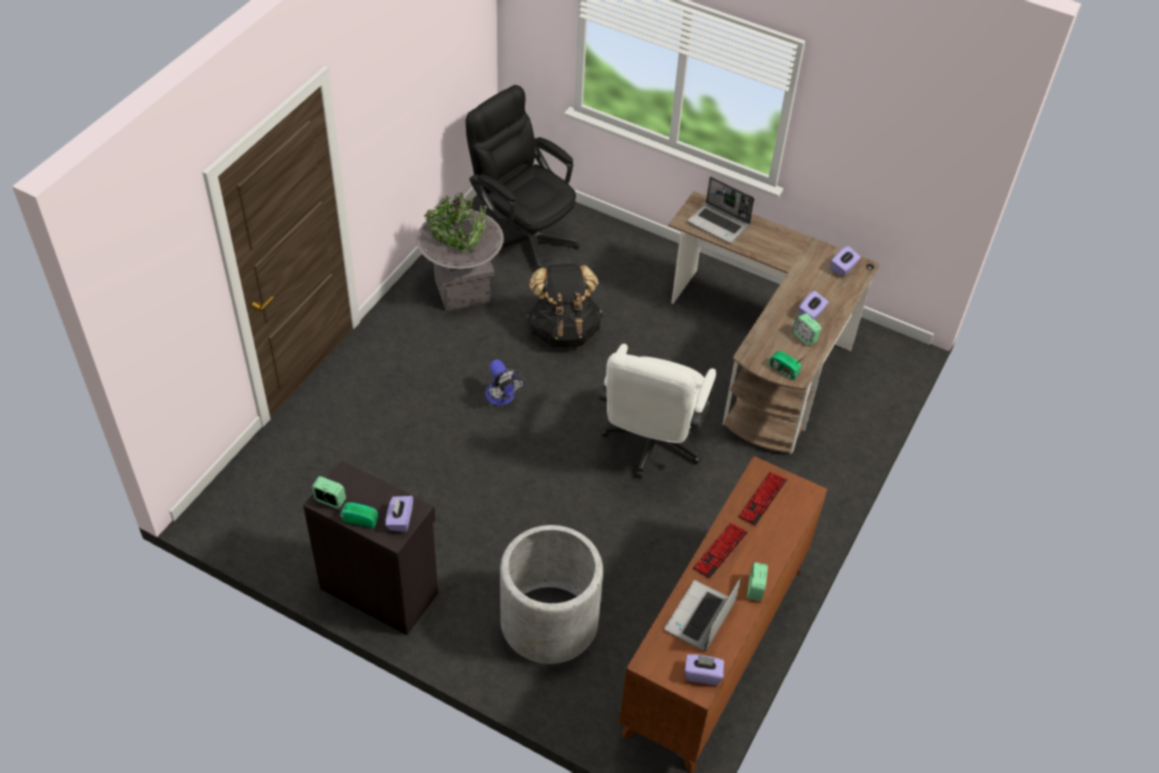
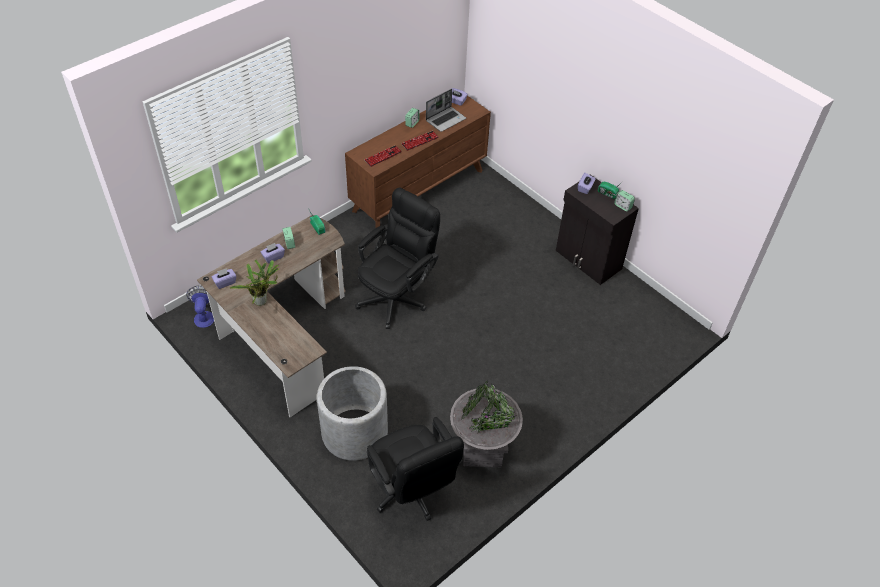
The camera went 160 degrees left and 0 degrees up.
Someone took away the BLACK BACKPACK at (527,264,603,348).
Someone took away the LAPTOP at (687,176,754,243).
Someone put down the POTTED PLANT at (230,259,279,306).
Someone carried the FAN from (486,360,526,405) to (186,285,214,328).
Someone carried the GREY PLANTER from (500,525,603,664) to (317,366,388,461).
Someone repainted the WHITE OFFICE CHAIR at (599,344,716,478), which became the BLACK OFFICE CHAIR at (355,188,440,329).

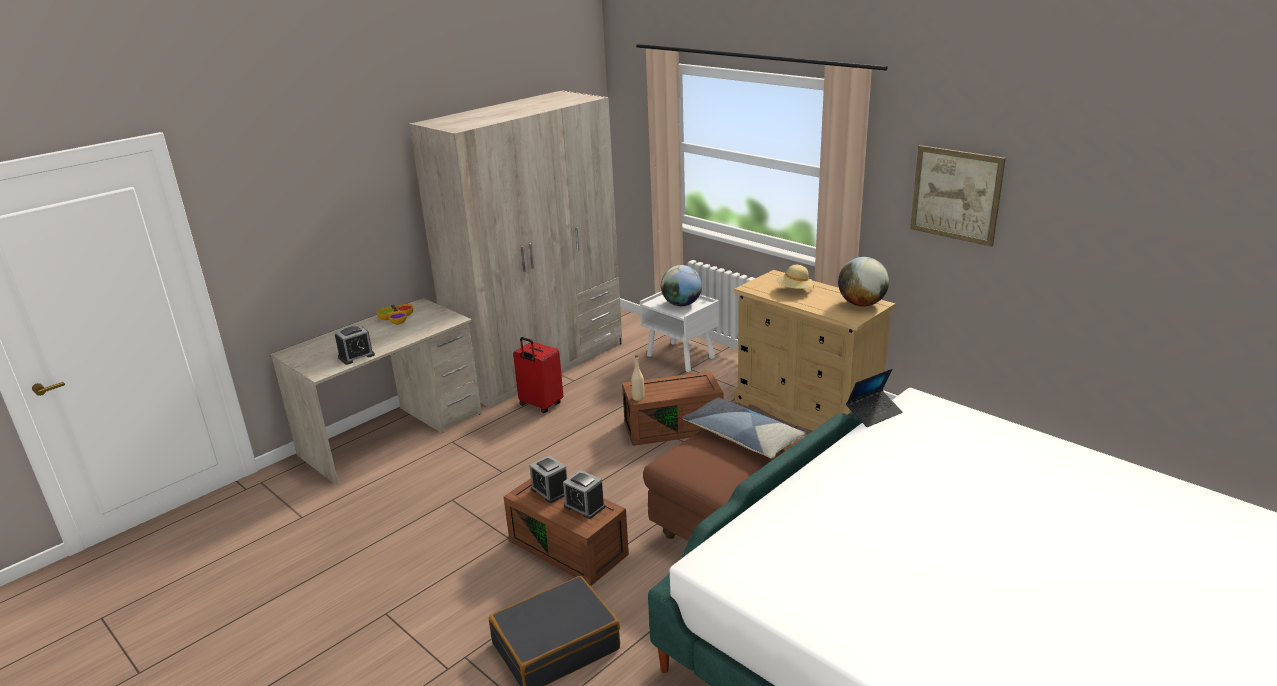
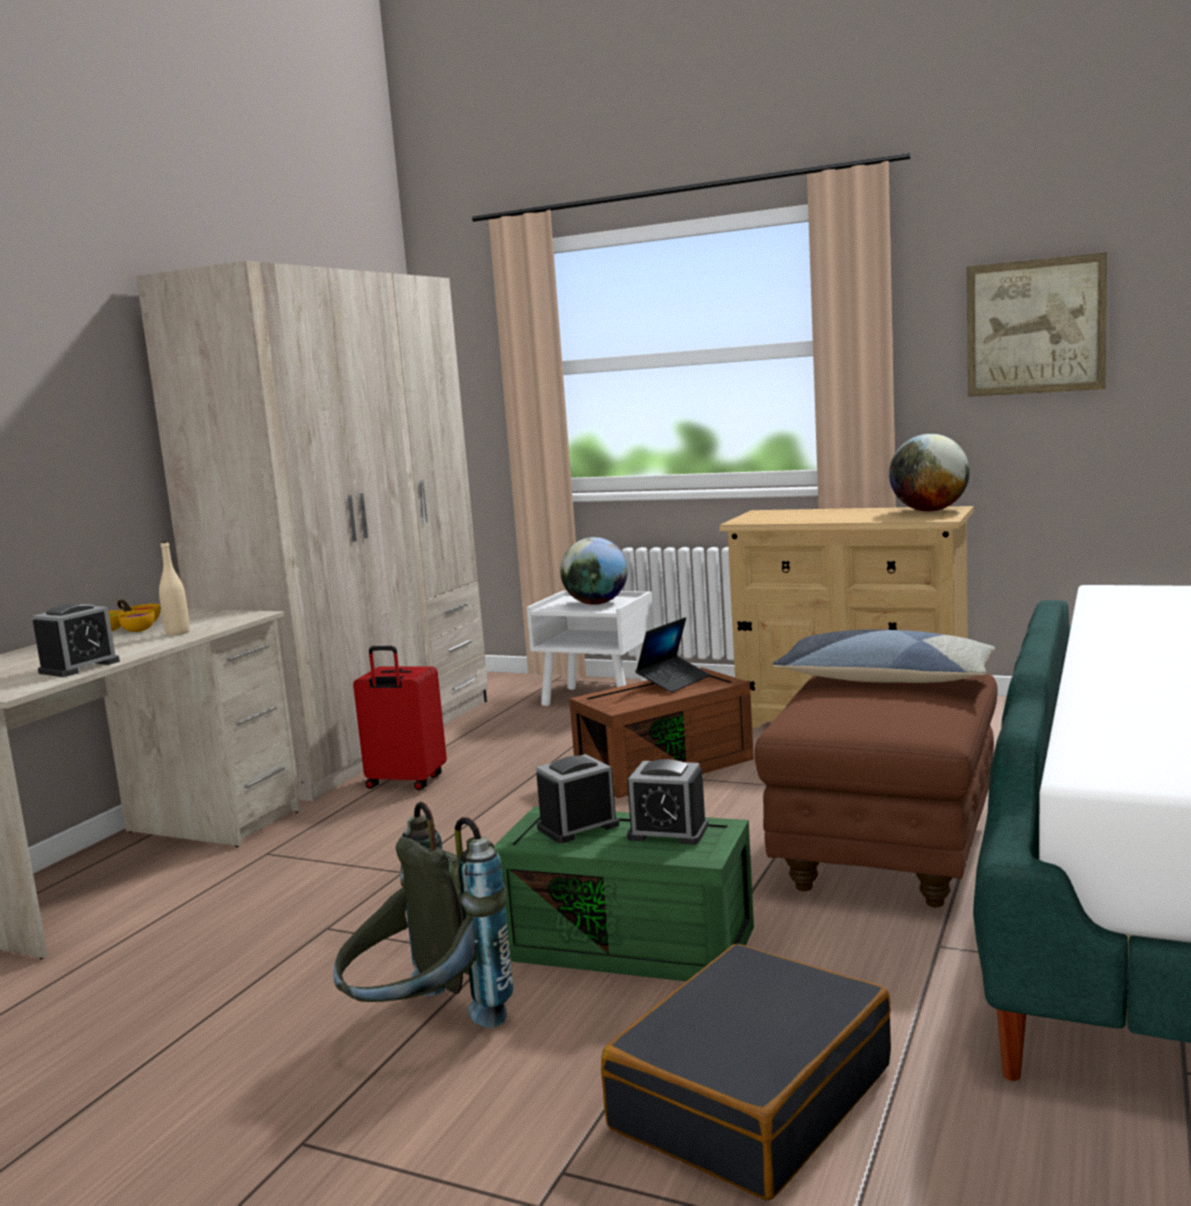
The camera went 20 degrees left and 15 degrees down.
Someone took away the BEIGE HAT at (776,265,814,289).
Someone put down the GREY BACKPACK at (334,802,513,1028).
Someone carried the BEIGE BOTTLE from (631,355,644,401) to (159,541,190,636).
Someone carried the LAPTOP from (846,369,902,427) to (635,617,710,693).
Someone repainted the BROWN STORAGE BOX at (503,478,629,586), which became the GREEN STORAGE BOX at (494,806,754,981).
Someone rotated the ALARM CLOCK at (529,455,567,503) by 120 degrees clockwise.

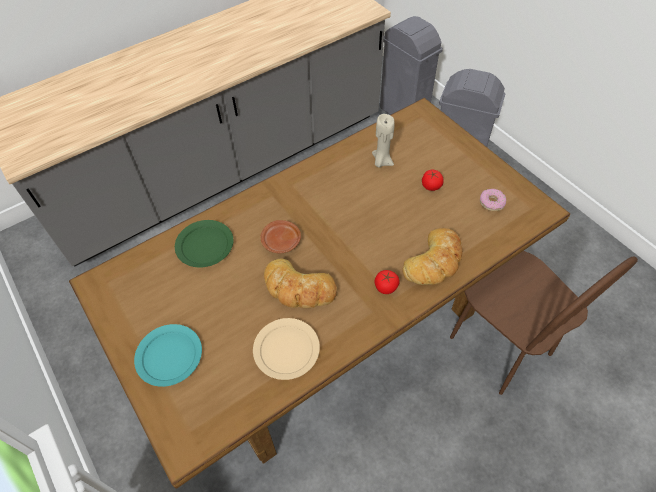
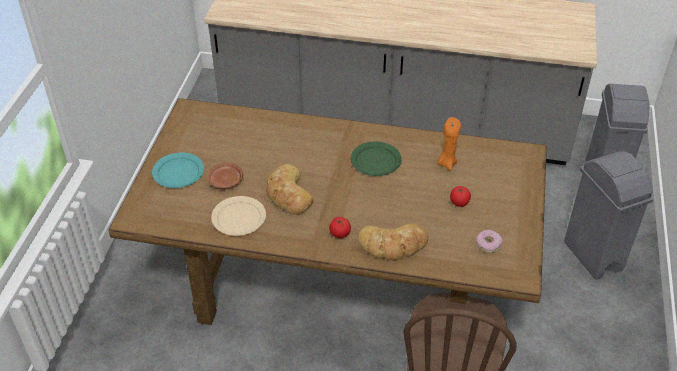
The camera went 45 degrees right and 10 degrees down.
Someone carried the GREEN PLATE from (175,220,234,267) to (351,141,402,176).
Someone carried the BROWN PLATE from (261,220,301,254) to (207,163,243,188).
Someone repainted the BEIGE CANDLE at (372,114,394,168), which became the ORANGE CANDLE at (437,117,461,171).

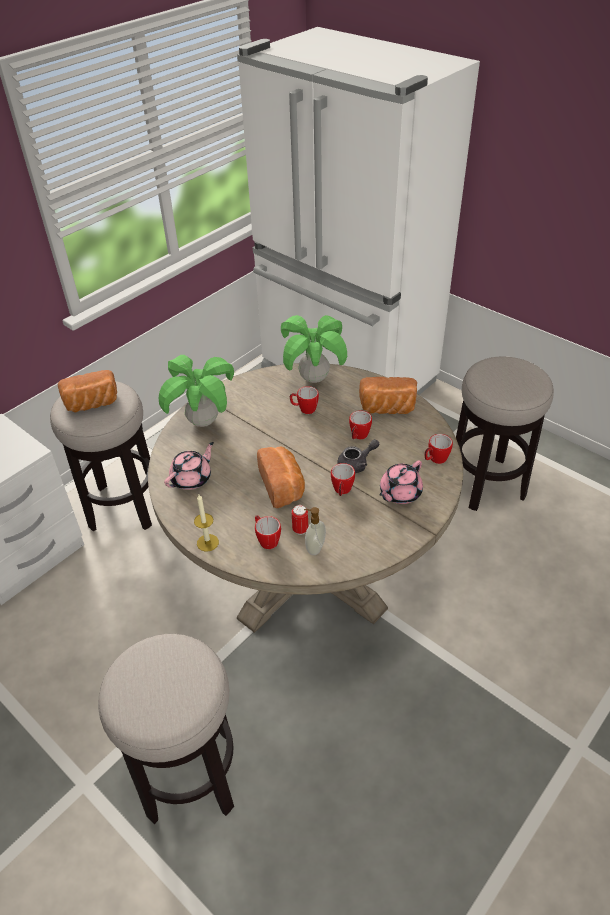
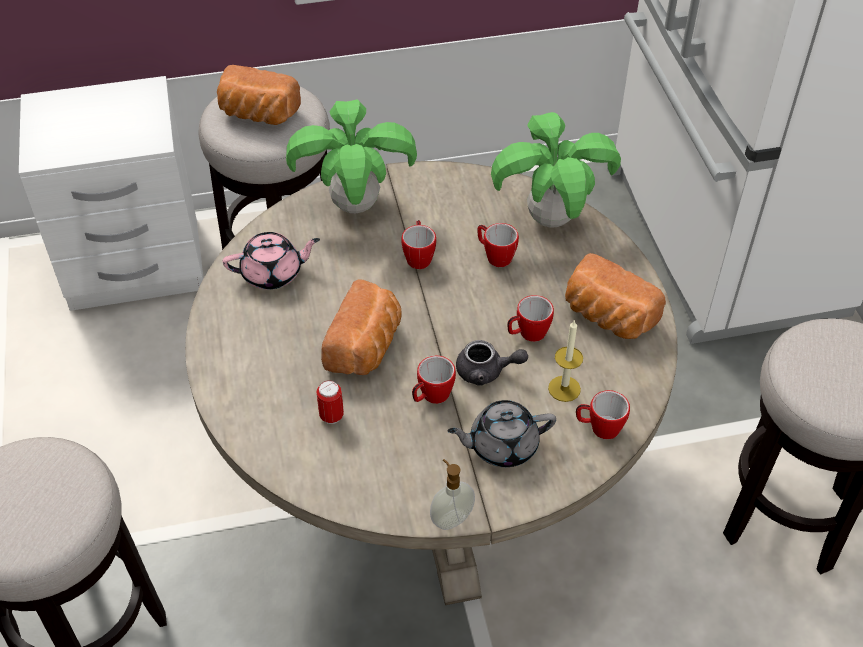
The camera went 35 degrees right and 5 degrees up.
Someone carried the CANDLE from (194,495,219,552) to (548,320,583,402).
Someone carried the MUG from (255,515,281,549) to (401,220,436,269).
Someone carried the SOAP DISPENSER from (304,507,326,555) to (430,459,475,530).
Someone repainted the PINK TEAPOT at (379,460,423,504), which became the GREY TEAPOT at (447,400,556,467).

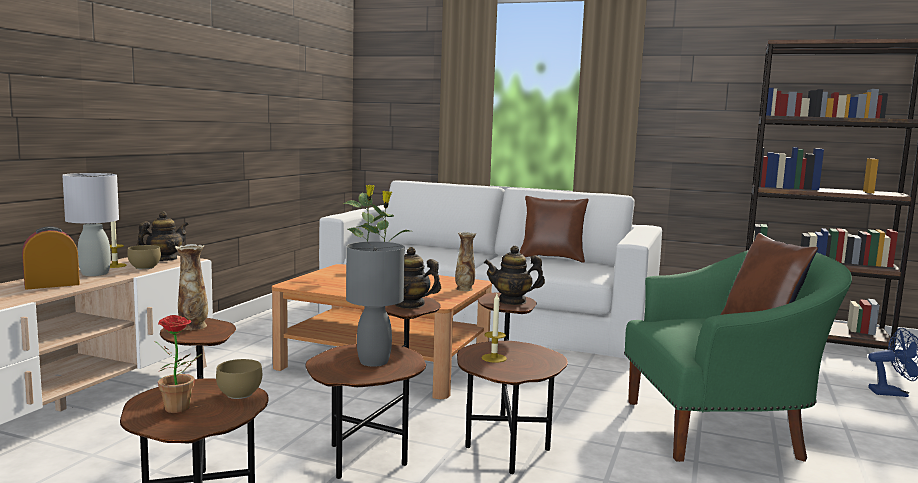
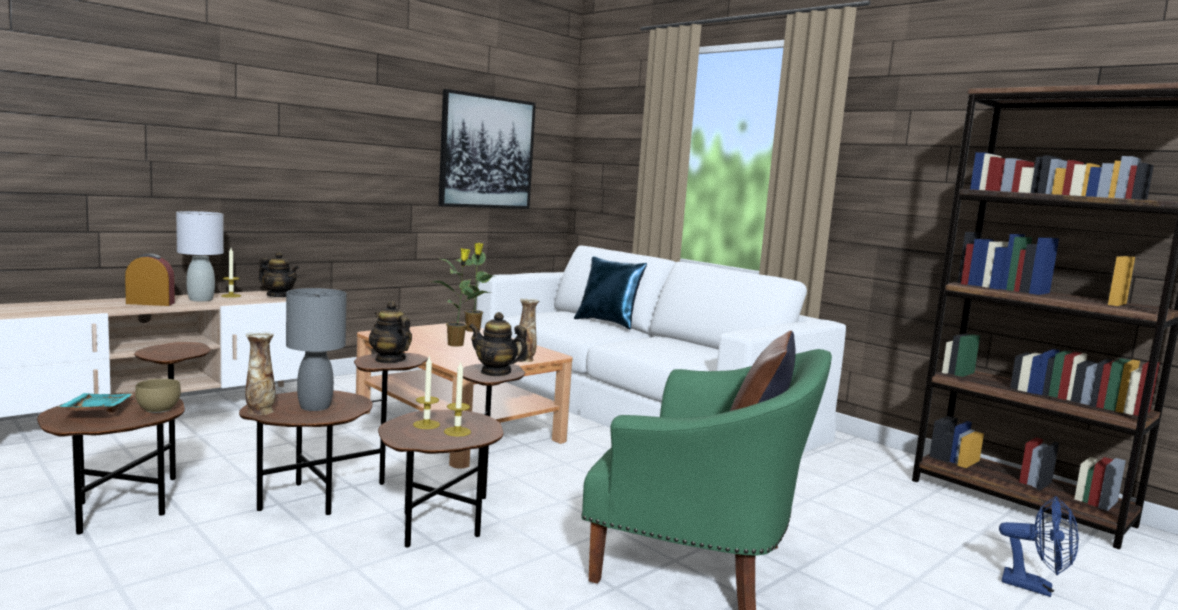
The camera went 25 degrees right and 0 degrees up.
Someone took away the BROWN BOWL at (127,245,161,270).
Someone took away the BROWN PILLOW at (519,196,589,263).
Someone put up the PICTURE at (438,89,536,209).
Someone put down the CANDLE at (444,361,471,437).
Someone put down the BLUE PILLOW at (574,256,647,329).
Someone carried the VASE from (175,244,208,330) to (245,332,276,415).
Someone swapped the POTTED PLANT at (153,315,202,413) for the TURQUOISE TRAY at (58,393,133,413).
Someone rotated the TEAPOT at (137,211,188,261) by 45 degrees clockwise.

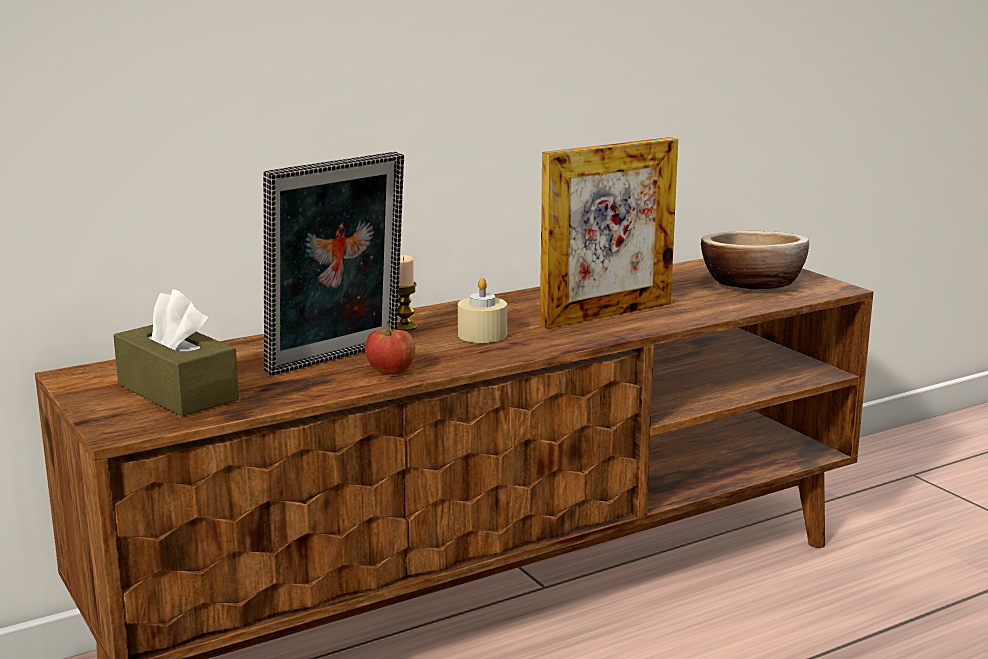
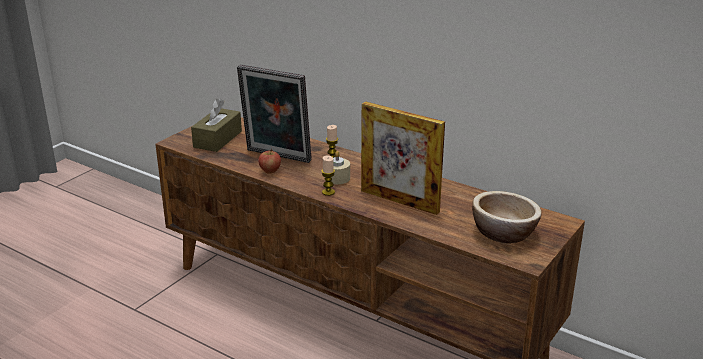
The camera went 65 degrees right and 10 degrees up.
Someone put down the CANDLE at (321,155,335,196).

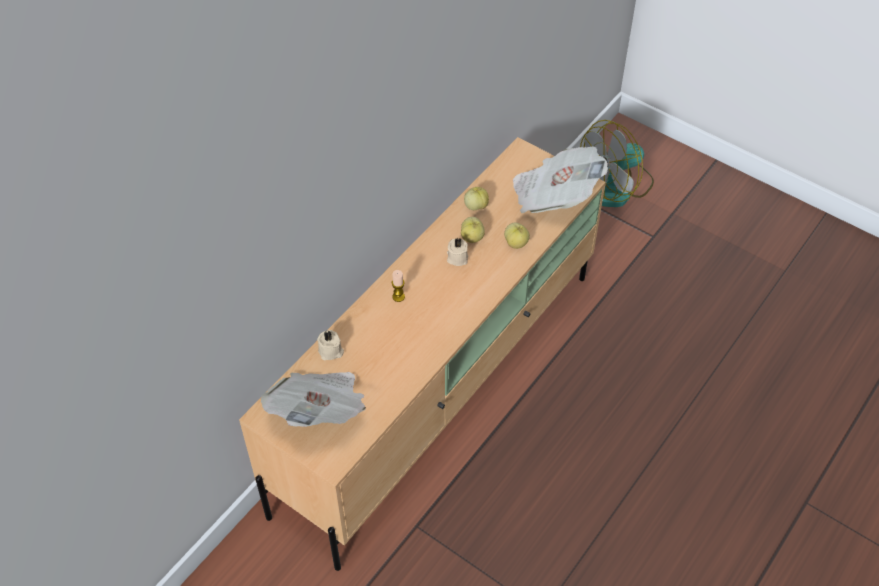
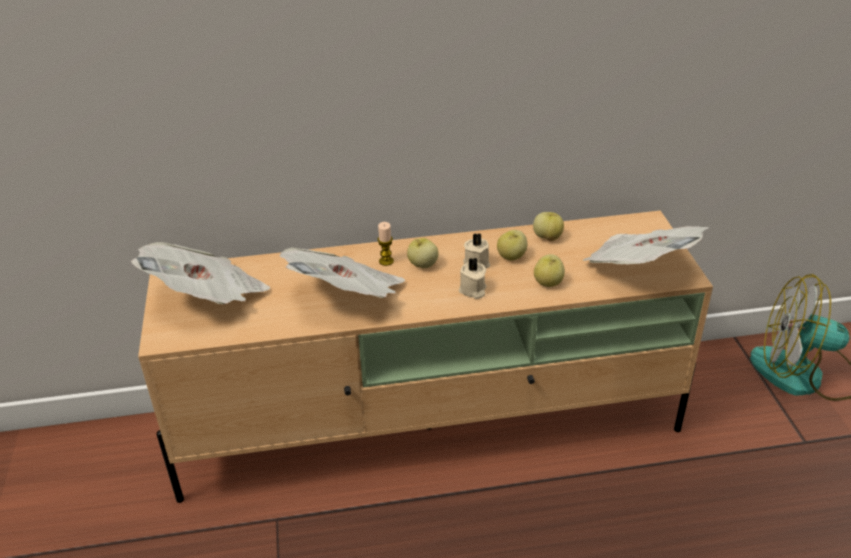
The camera went 45 degrees right and 15 degrees down.
Someone put down the NEWSPAPER at (280,248,405,298).
Someone put down the APPLE at (407,238,438,268).
Someone carried the BEIGE CANDLE from (317,330,344,360) to (459,257,487,299).

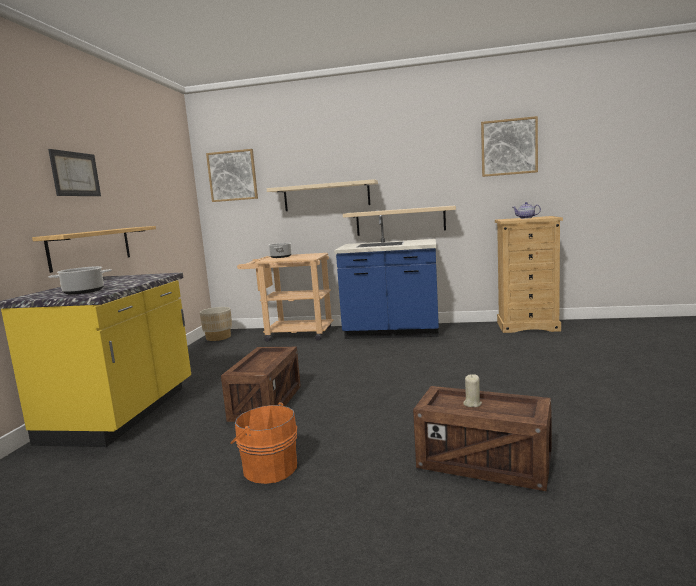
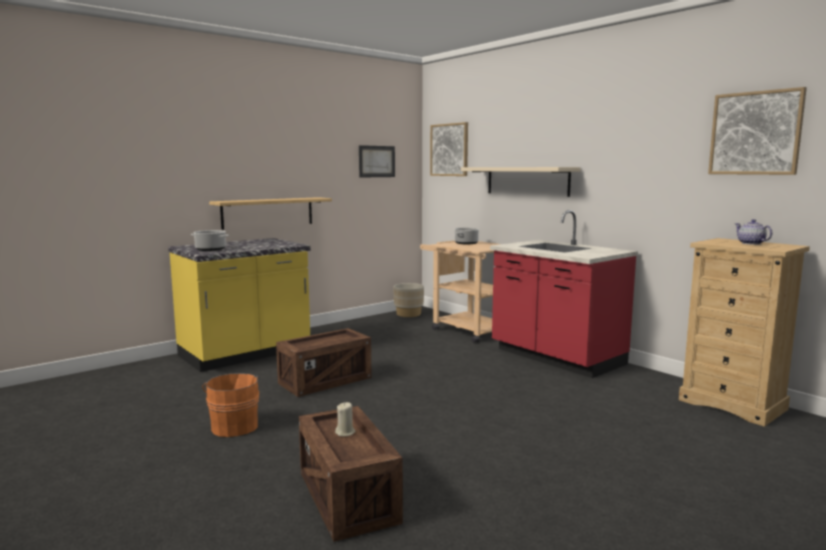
The camera went 40 degrees right and 0 degrees up.
Someone took away the BEIGE SHELF at (343,206,456,236).
Someone carried the PICTURE from (48,149,101,196) to (359,145,395,178).
Someone repainted the BLUE COUNTER at (334,215,439,339), which became the RED COUNTER at (490,210,638,378).

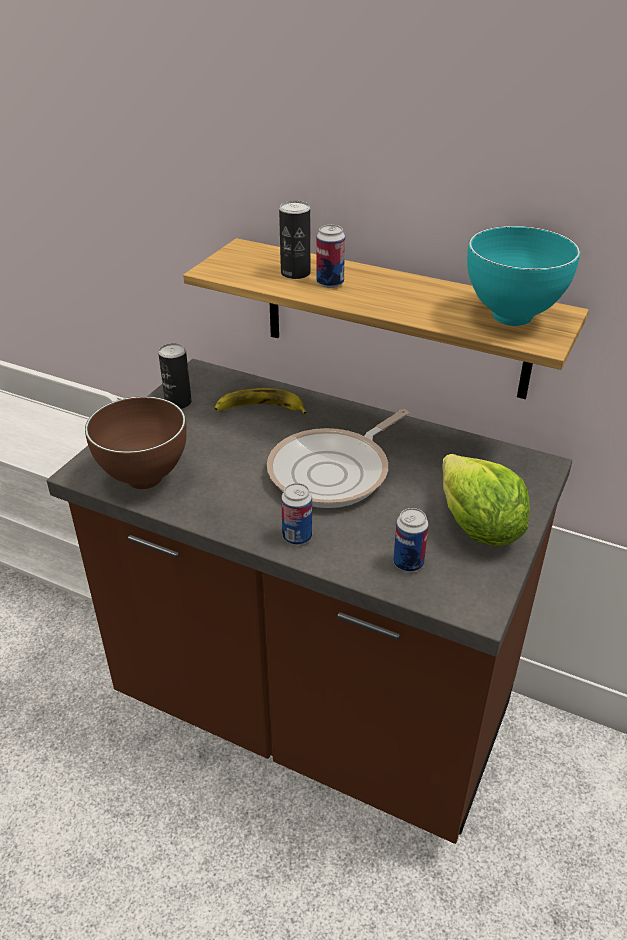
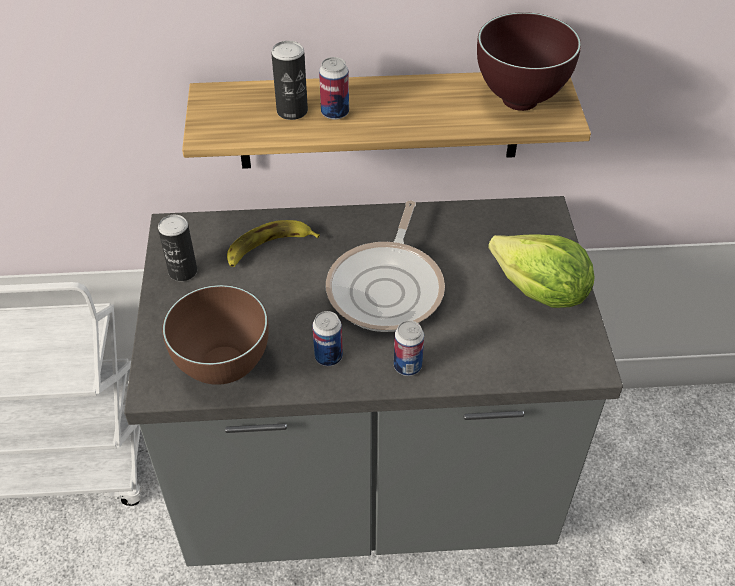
The camera went 30 degrees left and 10 degrees up.
Someone carried the CAN from (393,508,429,572) to (312,311,343,366).
Someone repainted the BROWN COUNTER at (47,359,572,844), which became the GREY COUNTER at (124,196,623,566).
Someone repainted the TURQUOISE BOWL at (467,226,580,326), which became the BROWN BOWL at (477,12,581,111).

